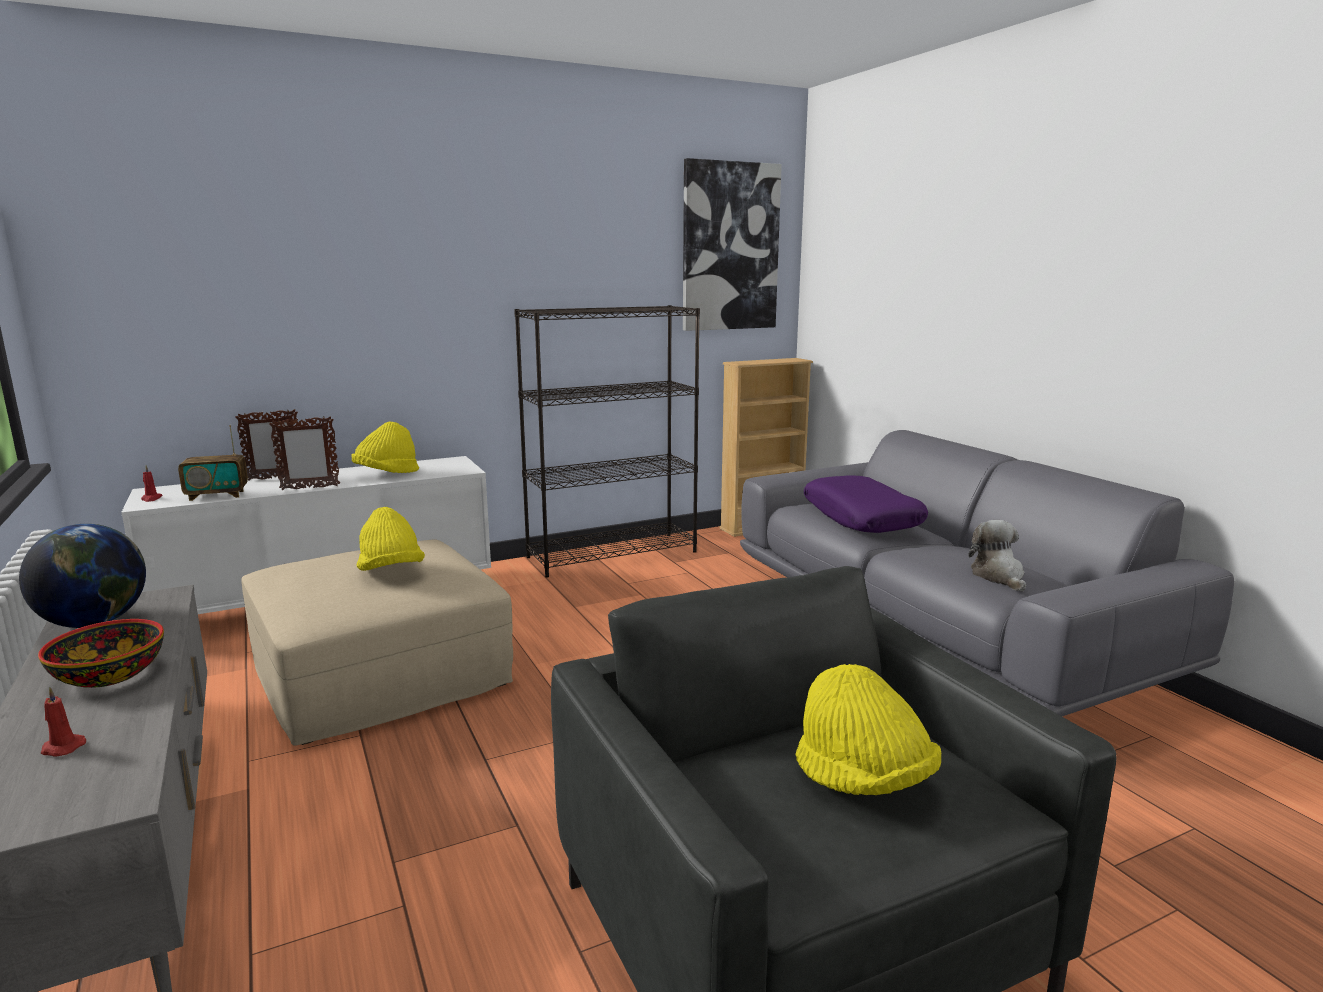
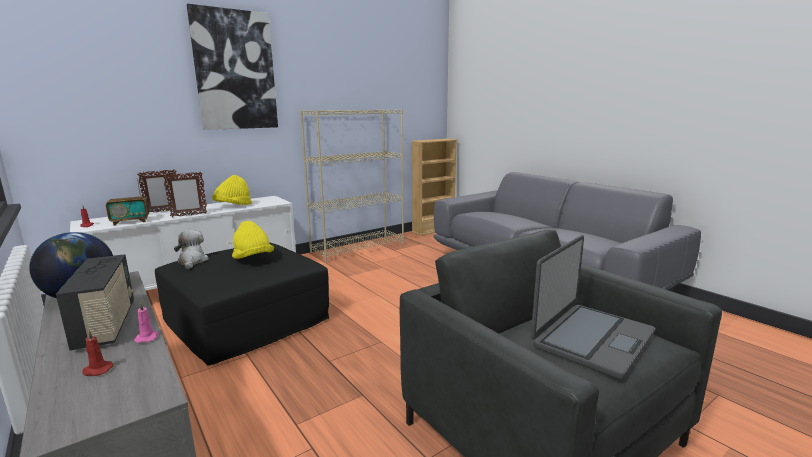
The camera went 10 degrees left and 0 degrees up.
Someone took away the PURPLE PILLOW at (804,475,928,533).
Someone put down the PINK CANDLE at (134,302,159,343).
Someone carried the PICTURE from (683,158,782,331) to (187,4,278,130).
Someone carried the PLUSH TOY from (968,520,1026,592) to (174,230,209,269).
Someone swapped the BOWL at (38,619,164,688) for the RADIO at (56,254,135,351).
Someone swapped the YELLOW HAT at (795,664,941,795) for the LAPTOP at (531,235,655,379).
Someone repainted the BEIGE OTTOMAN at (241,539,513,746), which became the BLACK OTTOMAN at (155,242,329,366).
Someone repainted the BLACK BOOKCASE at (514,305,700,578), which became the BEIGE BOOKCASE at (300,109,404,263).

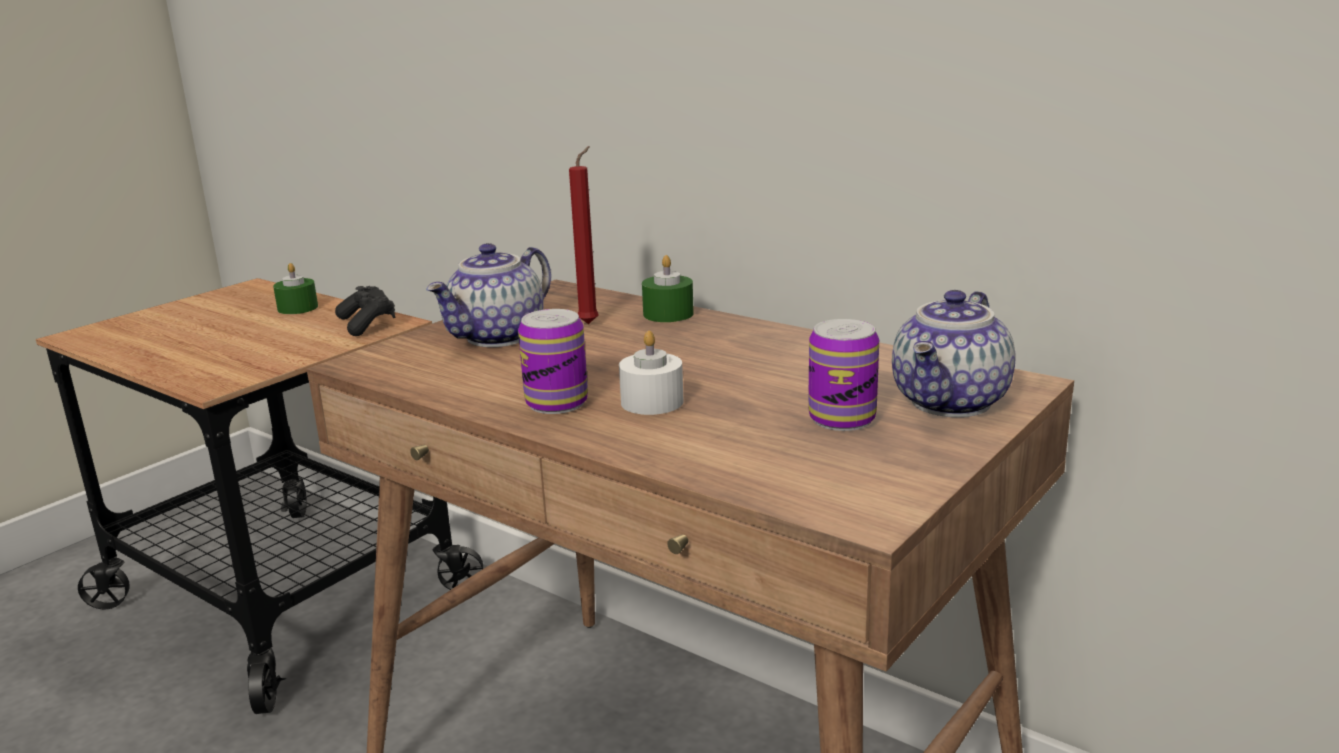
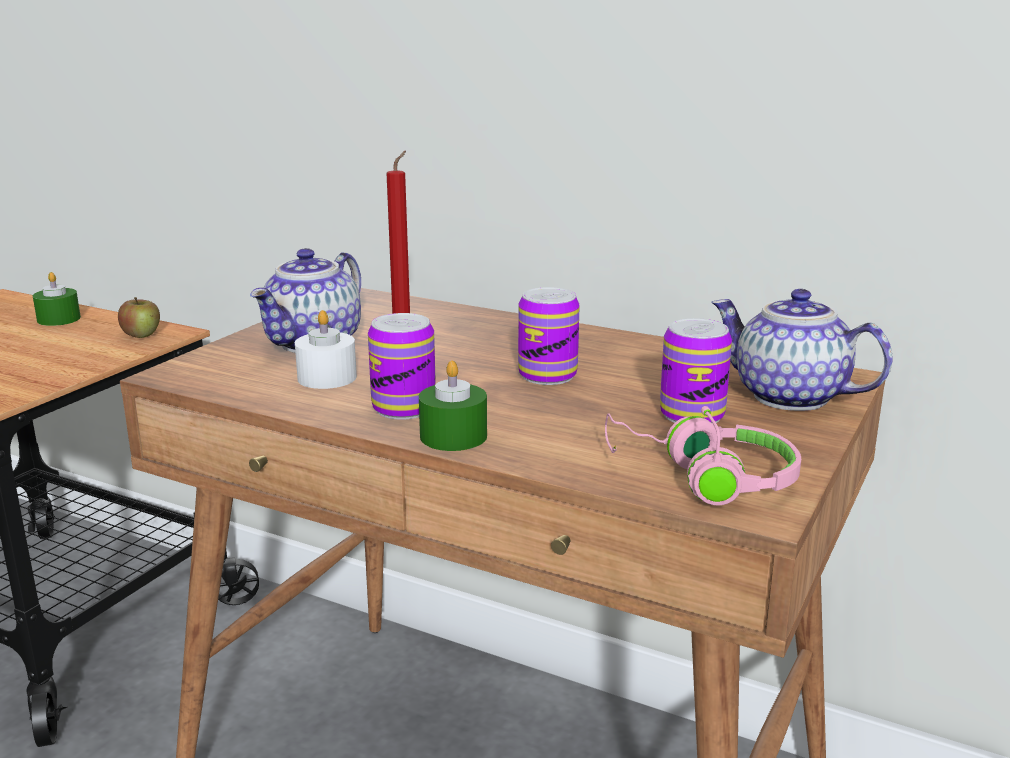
The camera went 10 degrees left and 0 degrees up.
Someone put down the CAN at (518,287,580,385).
Someone put down the PINK HEADPHONES at (605,406,801,506).
Someone carried the WHITE CANDLE from (619,331,684,415) to (295,310,357,389).
Someone carried the GREEN CANDLE from (642,255,694,322) to (419,360,487,451).
Someone swapped the BLACK GAME CONTROLLER at (335,286,396,336) for the APPLE at (118,297,160,338).
Someone rotated the TEAPOT at (892,290,1015,417) by 105 degrees clockwise.

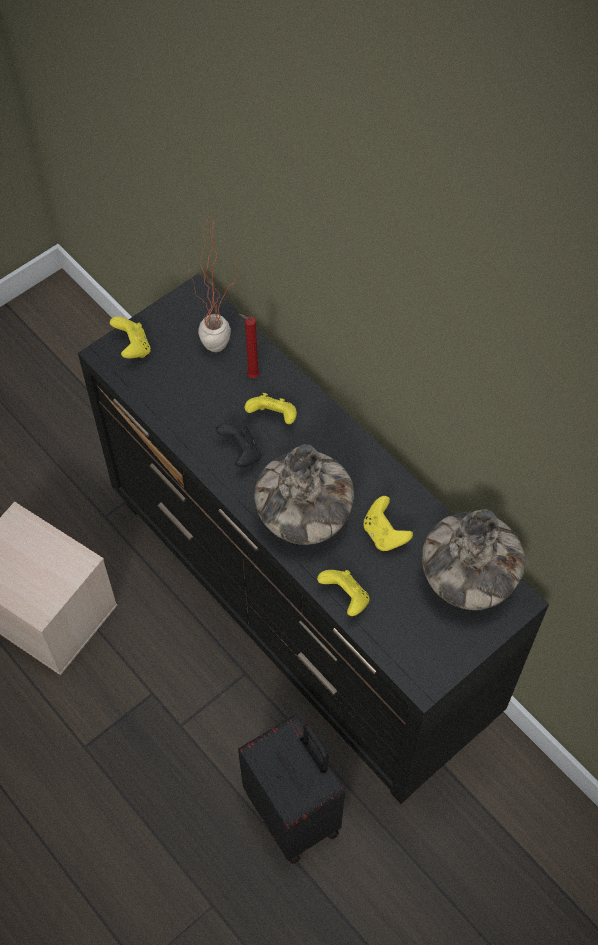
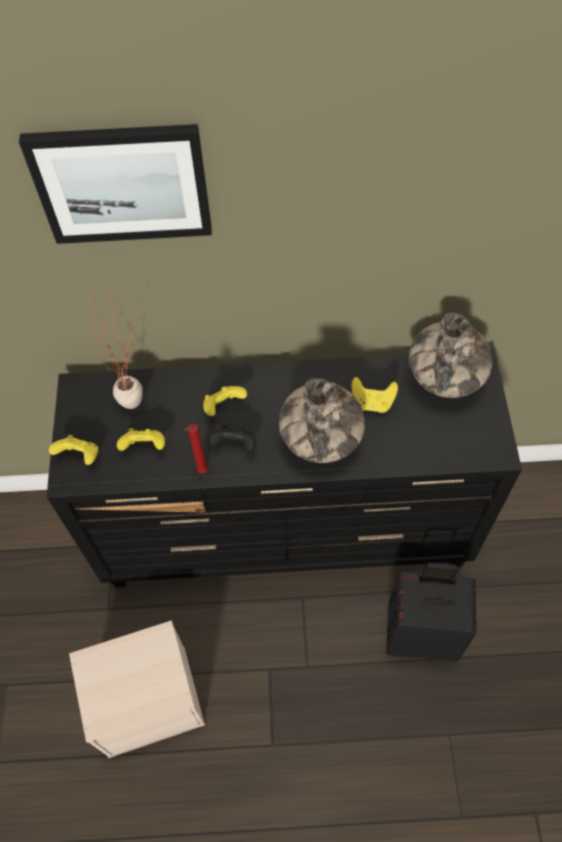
The camera went 50 degrees left and 0 degrees up.
Someone put up the PICTURE at (19,124,212,244).
Someone carried the RED CANDLE from (239,314,260,378) to (184,424,208,473).
Someone carried the YELLOW GAME CONTROLLER from (317,570,370,616) to (117,429,165,451).

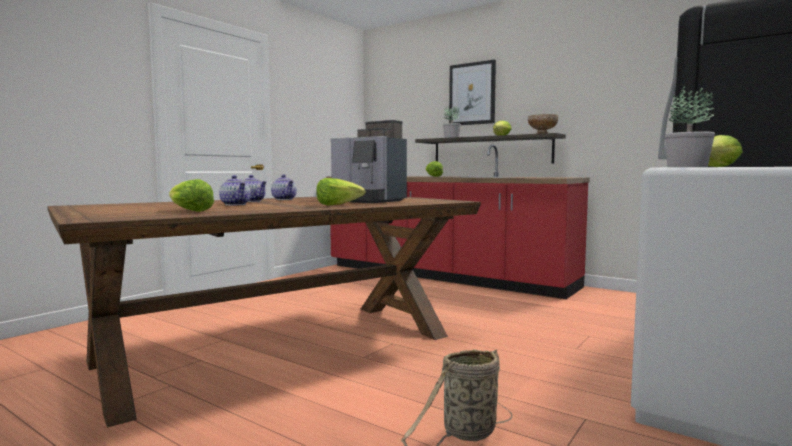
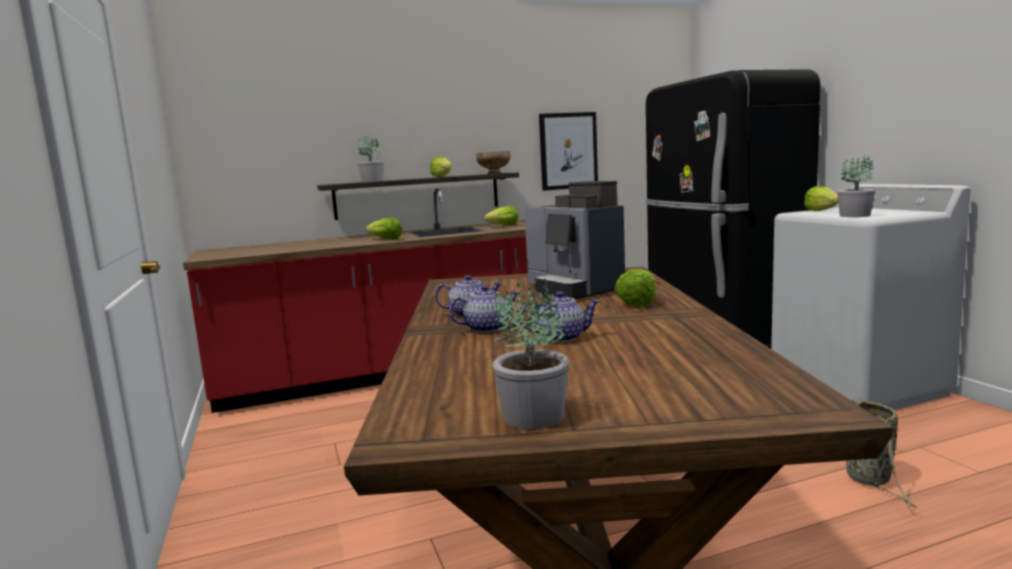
The camera went 55 degrees left and 5 degrees up.
Someone put down the POTTED PLANT at (493,278,569,429).
Someone carried the LETTUCE from (169,179,214,212) to (484,206,518,226).
Someone carried the PICTURE from (449,59,496,125) to (539,112,598,191).
Someone rotated the COFFEE MACHINE at (331,120,407,203) by 75 degrees clockwise.

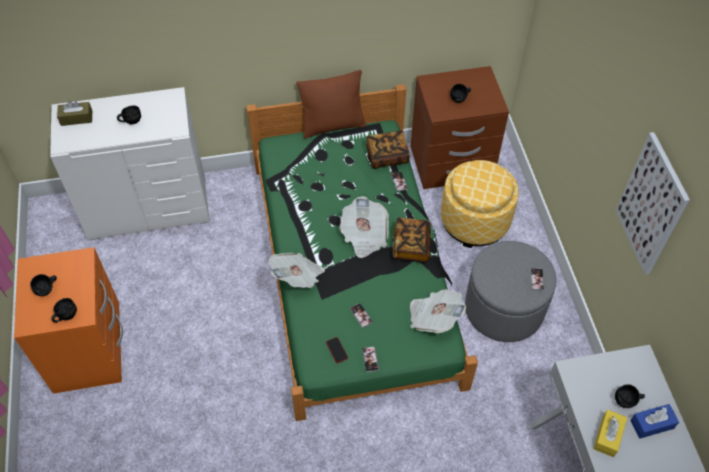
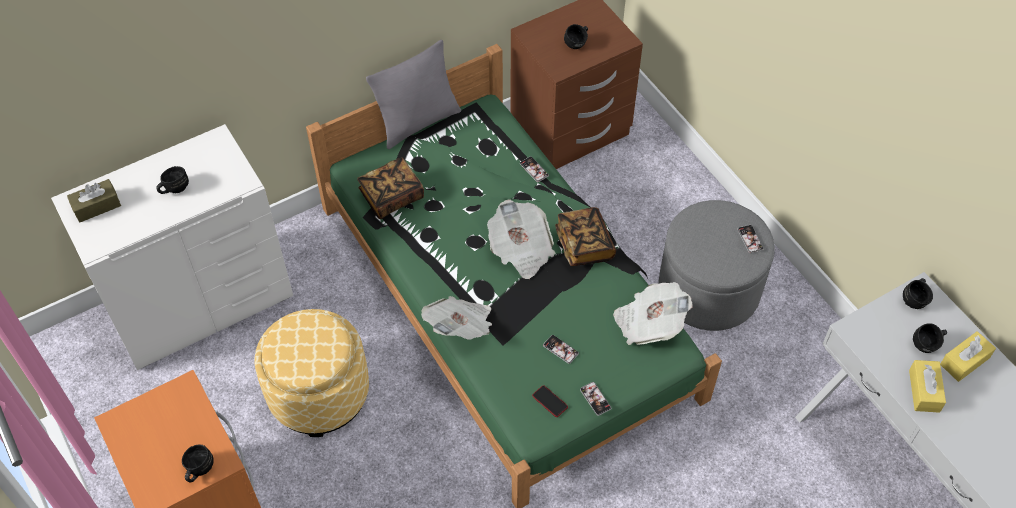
The camera went 20 degrees left and 0 degrees up.
Someone took away the PICTURE at (615,132,690,275).
Someone carried the BLACK MUG from (30,274,57,296) to (903,278,933,309).
Someone carried the BOOK from (366,130,410,169) to (357,157,424,219).
Someone carried the OTTOMAN from (441,160,519,248) to (255,309,369,437).
Someone repainted the BROWN PILLOW at (296,70,366,139), which became the GREY PILLOW at (366,40,461,149).
Someone repainted the BLUE TISSUE BOX at (630,404,679,438), which became the YELLOW TISSUE BOX at (940,331,996,382).

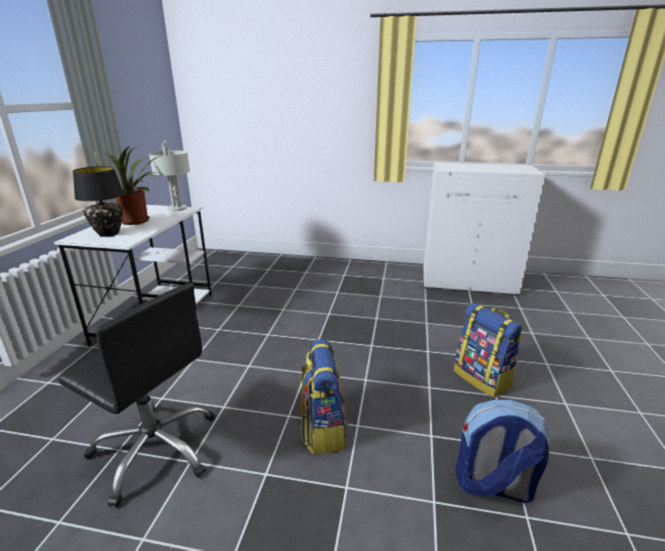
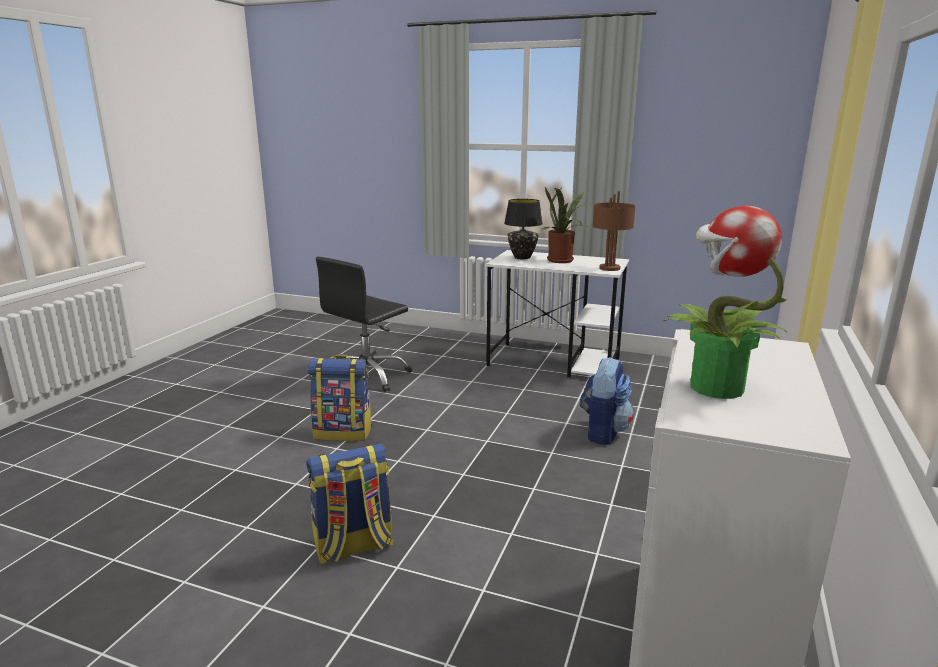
The camera went 100 degrees right and 5 degrees down.
Someone put down the POTTED PLANT at (663,206,789,399).
Someone carried the BACKPACK from (456,400,550,503) to (580,357,634,445).
Someone repainted the GREY TABLE LAMP at (149,140,190,211), which became the BROWN TABLE LAMP at (592,191,636,271).

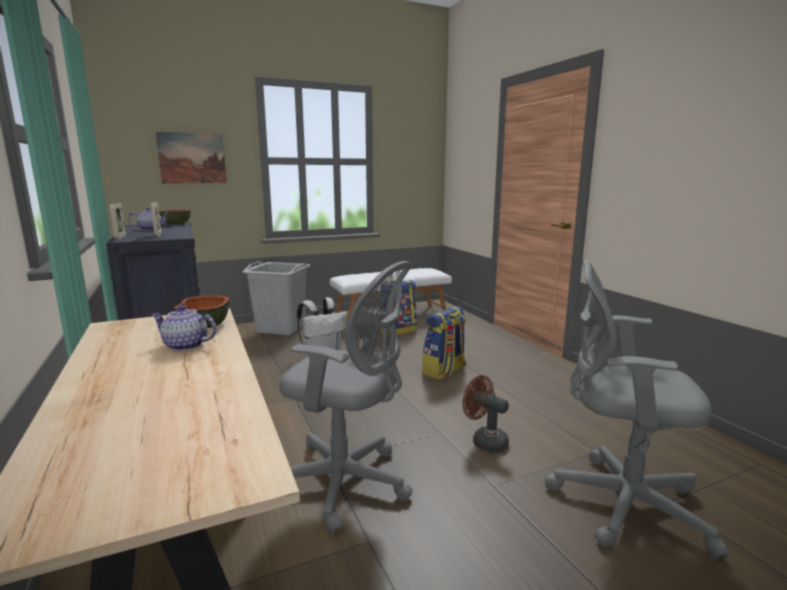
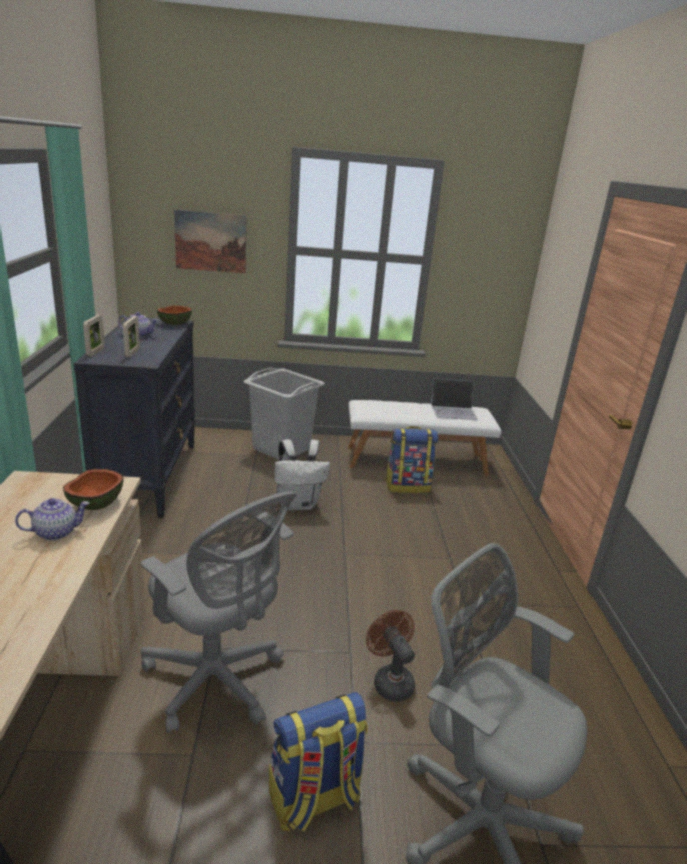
The camera went 20 degrees right and 10 degrees up.
Someone put down the LAPTOP at (430,379,478,420).
Someone carried the BACKPACK from (422,306,466,380) to (269,692,368,832).
Someone rotated the TEAPOT at (151,305,216,351) by 120 degrees clockwise.

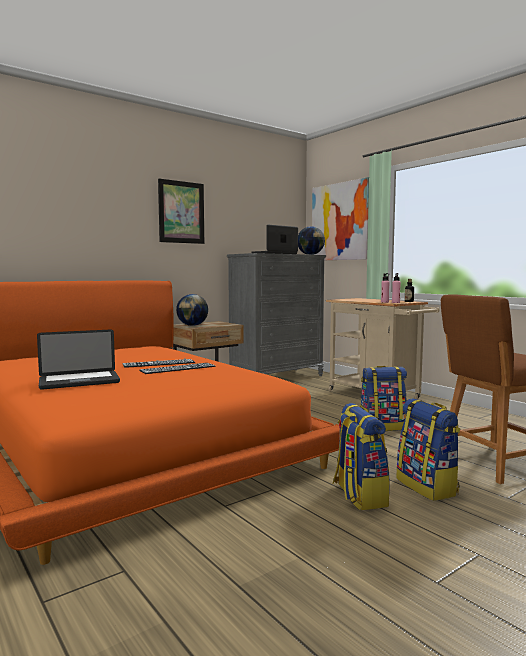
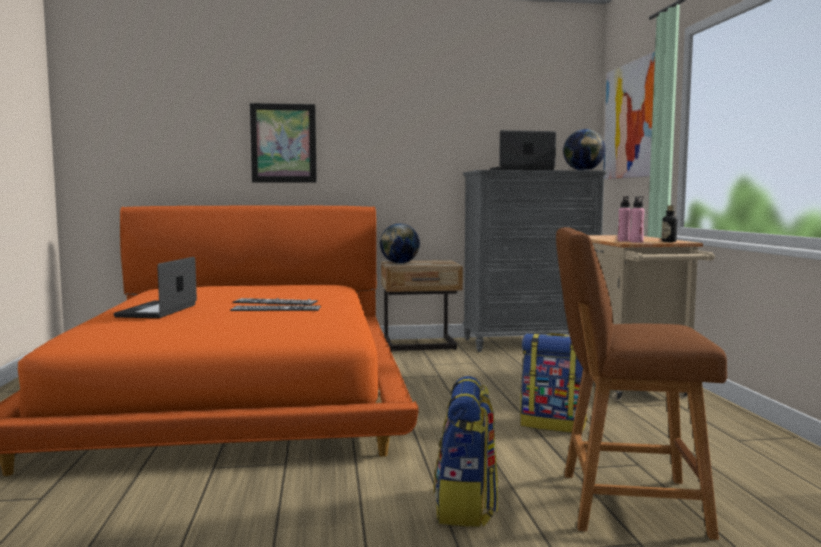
The camera went 30 degrees right and 0 degrees up.
Someone took away the BACKPACK at (333,403,390,510).
Someone carried the PICTURE from (158,179,204,244) to (250,103,317,183).
Someone rotated the LAPTOP at (37,329,120,389) by 90 degrees clockwise.

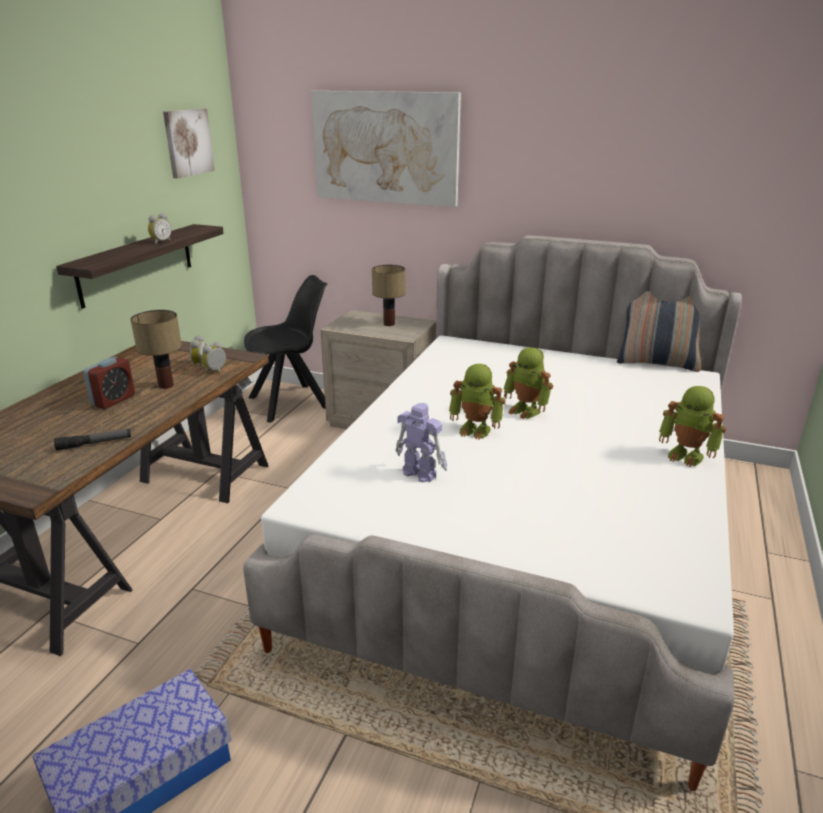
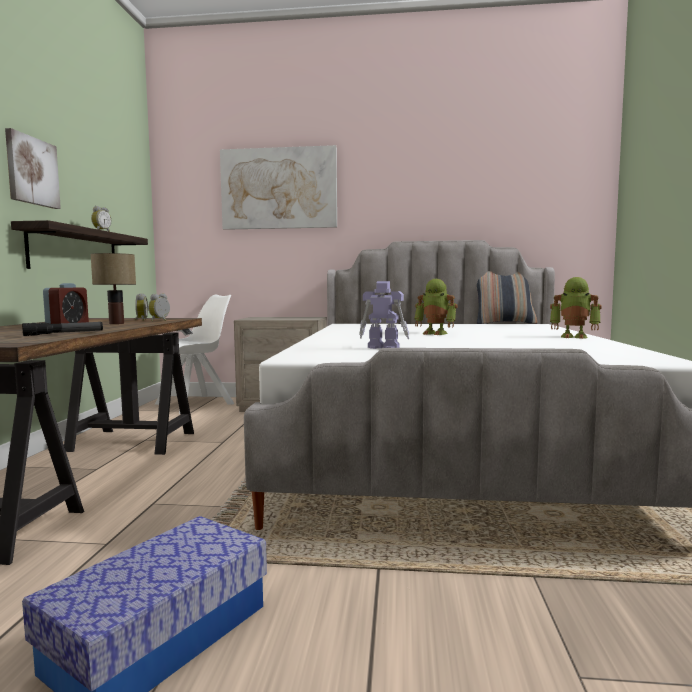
The camera went 15 degrees left and 20 degrees down.
Someone took away the TABLE LAMP at (372,265,405,326).
Someone took away the TOY ROBOT at (449,364,506,440).
Someone carried the PICTURE from (163,108,215,178) to (5,128,61,209).
Someone repainted the BLACK CHAIR at (244,275,327,423), which became the WHITE CHAIR at (154,295,234,414).

